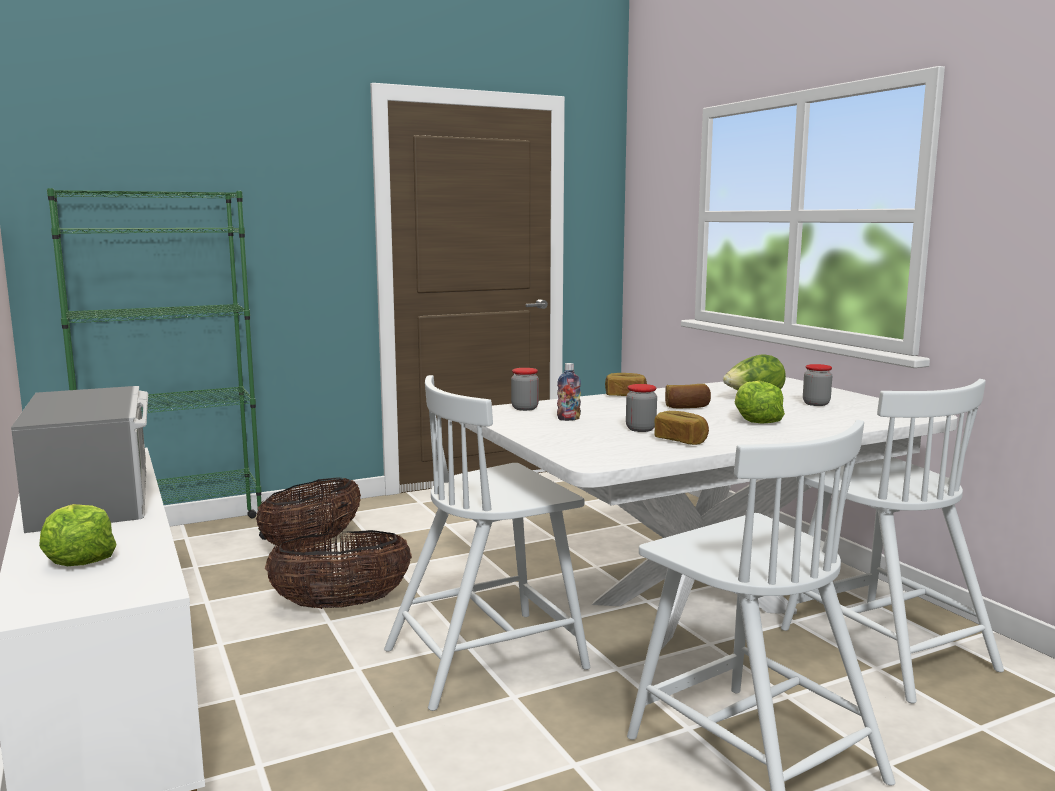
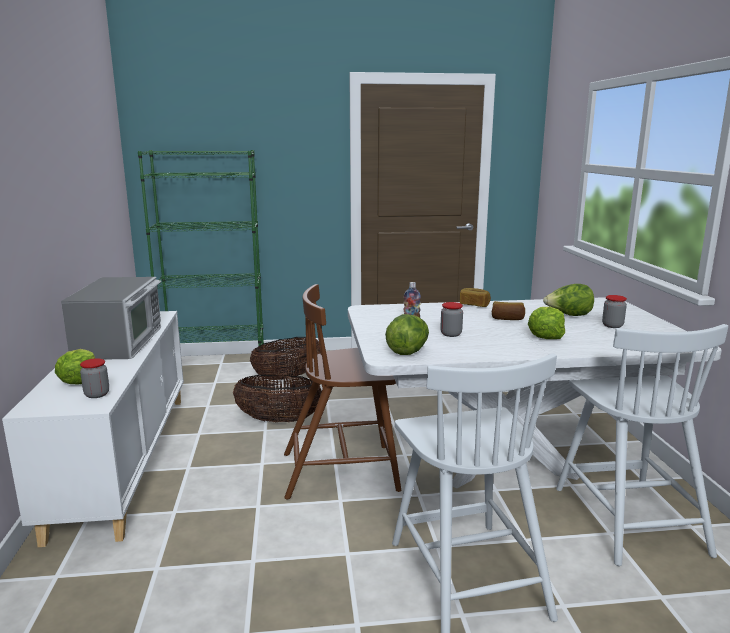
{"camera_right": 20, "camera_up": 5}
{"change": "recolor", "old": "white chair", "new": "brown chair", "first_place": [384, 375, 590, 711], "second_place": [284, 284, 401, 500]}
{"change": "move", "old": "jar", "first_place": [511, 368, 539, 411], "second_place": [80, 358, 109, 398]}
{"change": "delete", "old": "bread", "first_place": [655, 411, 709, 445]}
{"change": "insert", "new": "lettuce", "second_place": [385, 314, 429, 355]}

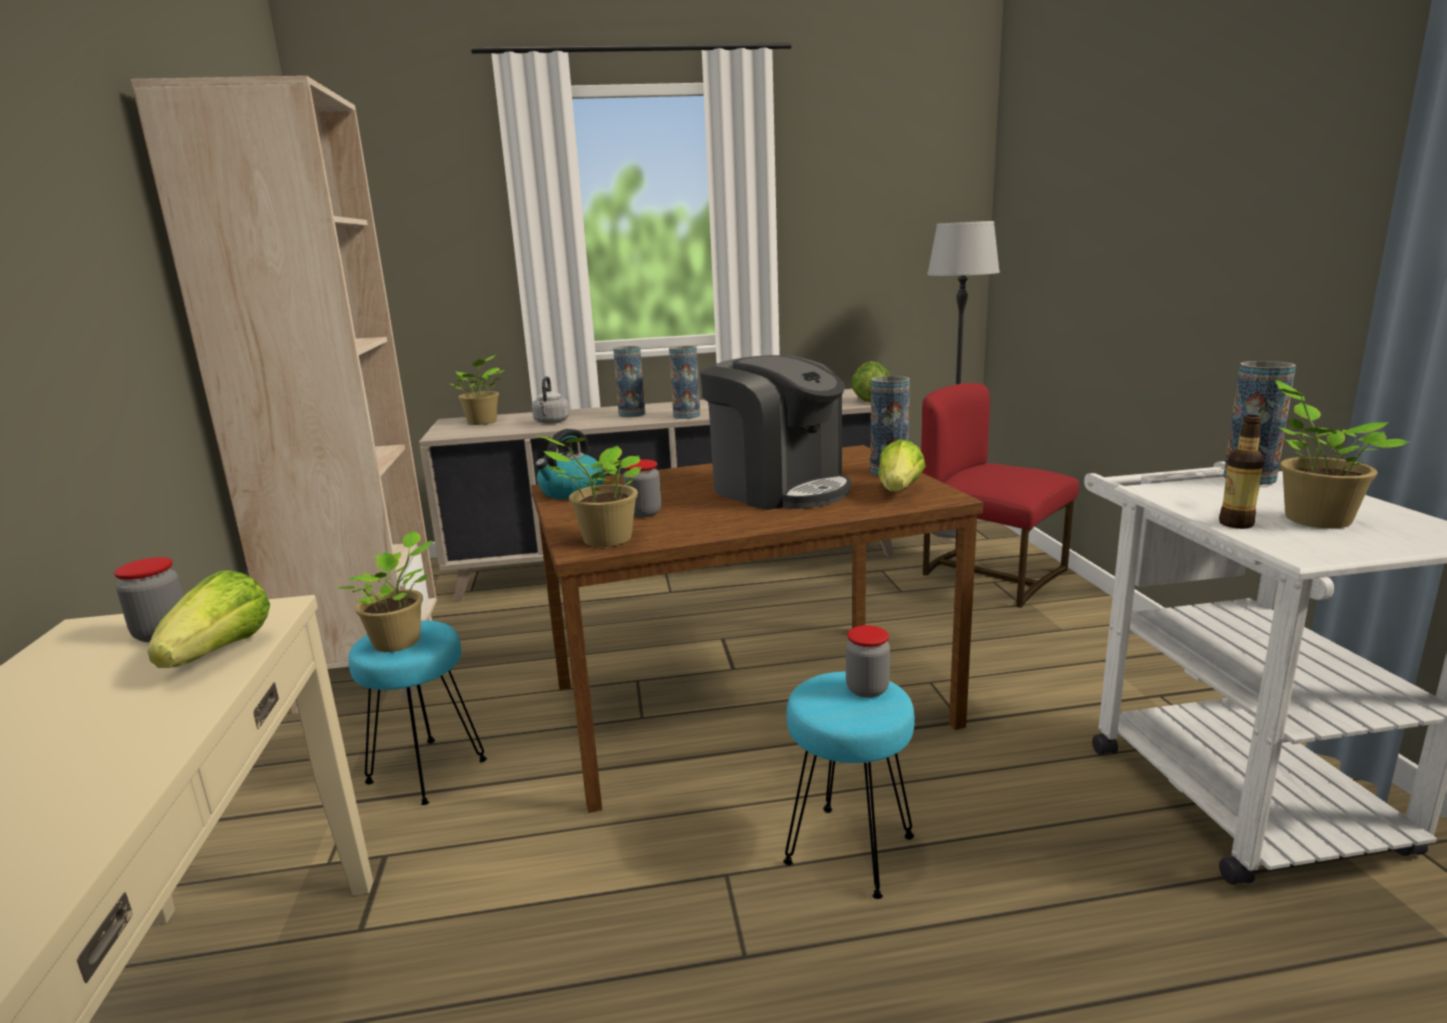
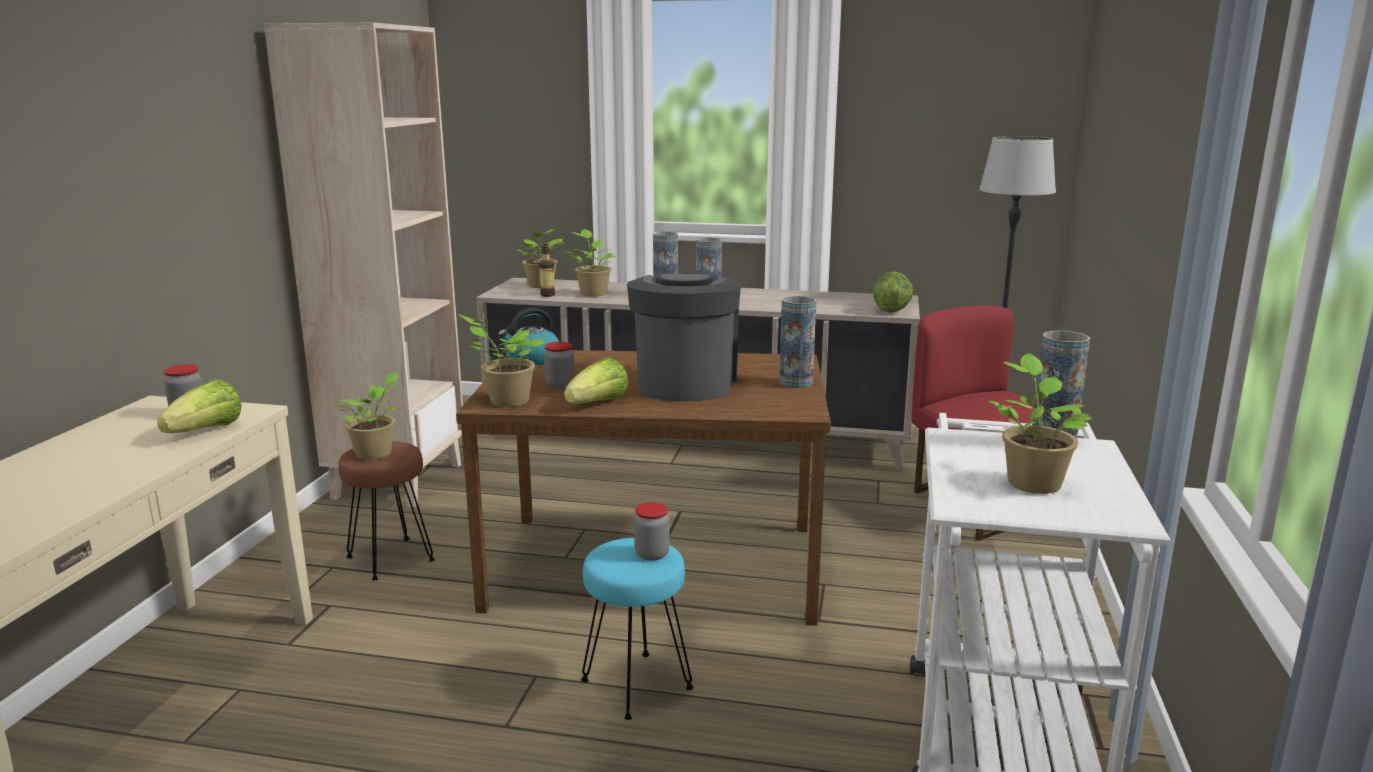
{"camera_right": 20, "camera_up": 0}
{"change": "recolor", "old": "turquoise stool", "new": "brown stool", "first_place": [348, 620, 487, 805], "second_place": [338, 441, 435, 580]}
{"change": "replace", "old": "grey kettle", "new": "potted plant", "first_place": [532, 376, 570, 424], "second_place": [566, 229, 616, 297]}
{"change": "rotate", "old": "coffee machine", "first_place": [700, 355, 851, 510], "second_place": [627, 273, 741, 401], "degrees": -150}
{"change": "move", "old": "lettuce", "first_place": [878, 439, 926, 492], "second_place": [564, 358, 629, 404]}
{"change": "move", "old": "bottle", "first_place": [1219, 415, 1264, 529], "second_place": [539, 244, 555, 297]}

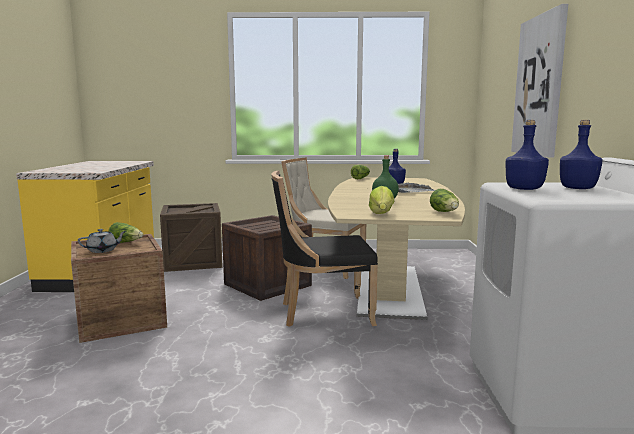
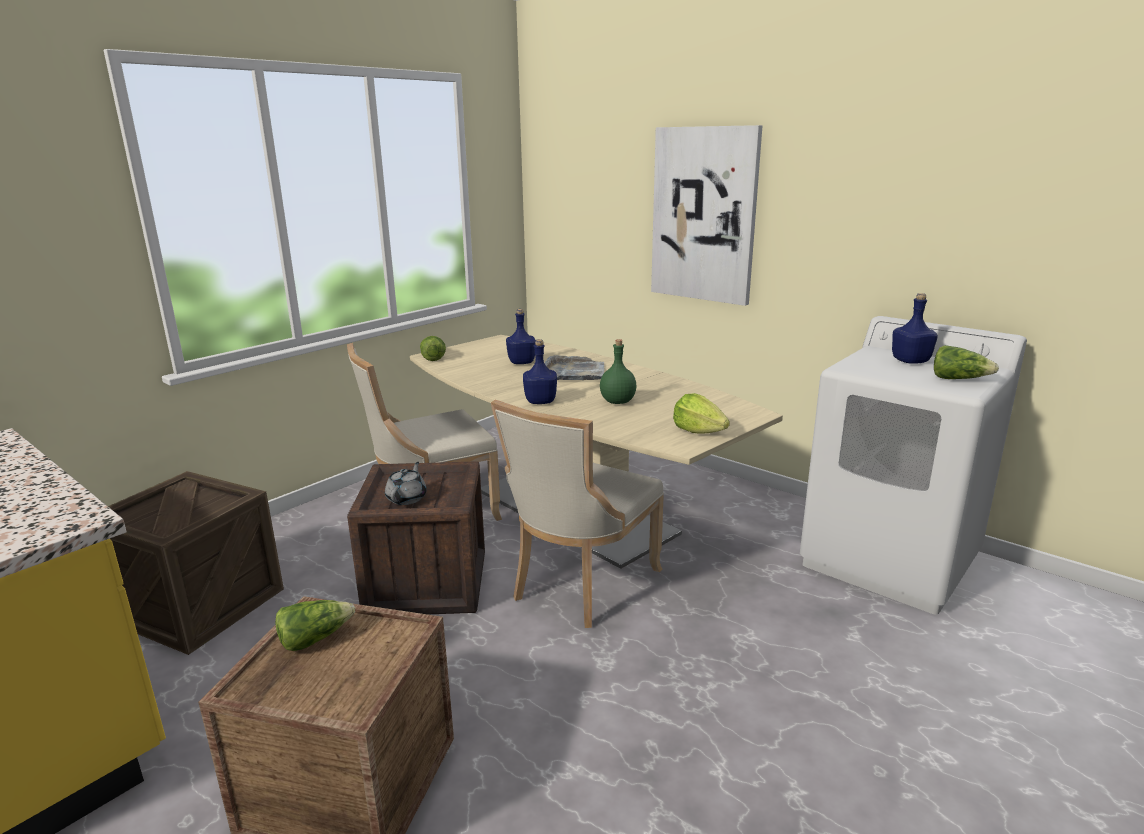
{"camera_right": -50, "camera_up": 10}
{"change": "move", "old": "grey teapot", "first_place": [78, 229, 126, 253], "second_place": [385, 462, 427, 505]}
{"change": "recolor", "old": "black chair", "new": "beige chair", "first_place": [271, 170, 378, 327], "second_place": [491, 400, 664, 628]}
{"change": "move", "old": "lettuce", "first_place": [430, 189, 459, 212], "second_place": [934, 345, 999, 379]}
{"change": "move", "old": "blue bottle", "first_place": [505, 120, 549, 190], "second_place": [523, 339, 557, 404]}

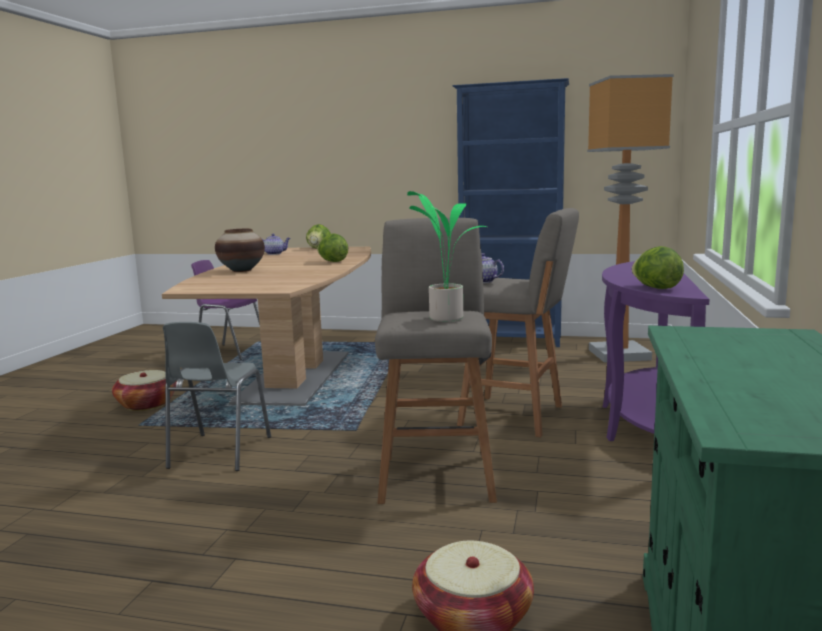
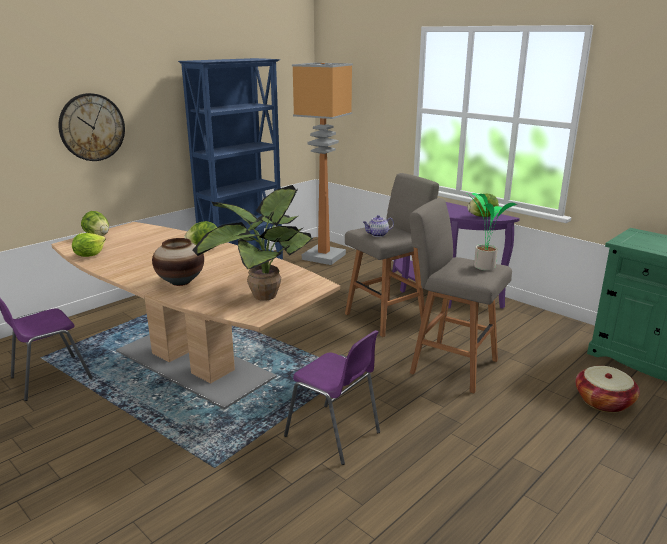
{"camera_right": -60, "camera_up": 10}
{"change": "delete", "old": "basket", "first_place": [112, 370, 177, 411]}
{"change": "recolor", "old": "grey chair", "new": "purple chair", "first_place": [163, 322, 271, 471], "second_place": [284, 330, 380, 465]}
{"change": "replace", "old": "teapot", "new": "lettuce", "first_place": [262, 234, 291, 255], "second_place": [72, 233, 106, 257]}
{"change": "insert", "new": "wall clock", "second_place": [58, 93, 125, 161]}
{"change": "insert", "new": "potted plant", "second_place": [193, 185, 313, 301]}

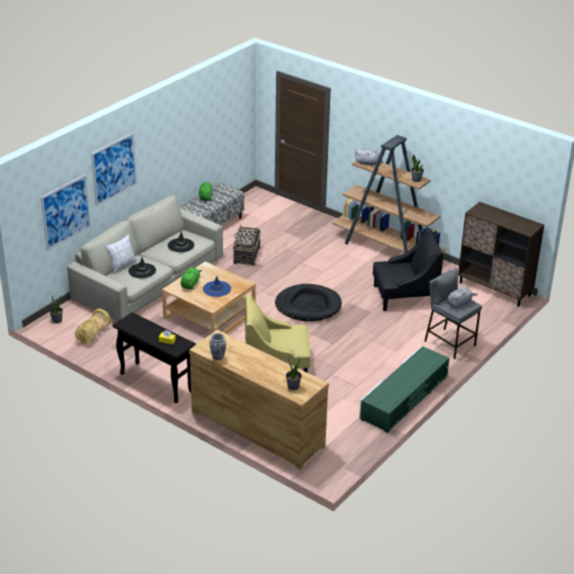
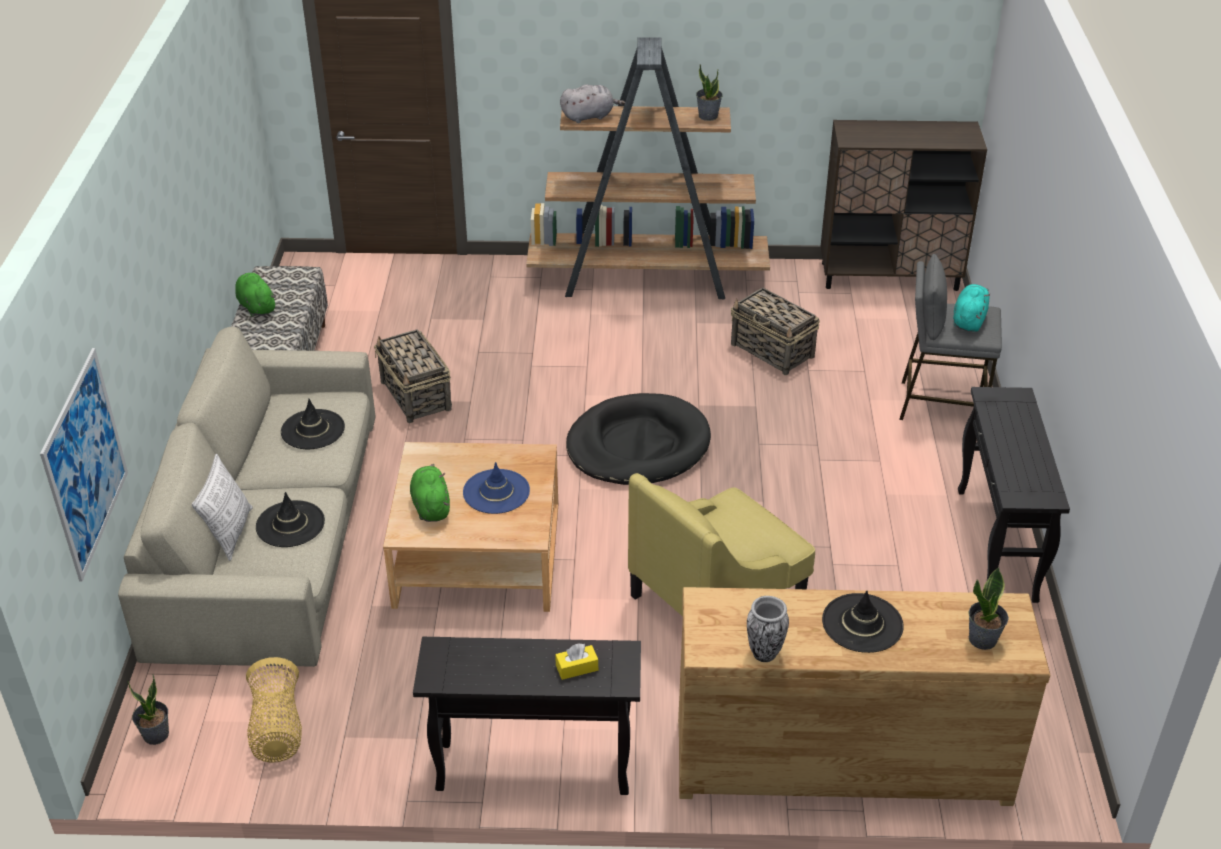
{"camera_right": -35, "camera_up": 5}
{"change": "delete", "old": "picture", "first_place": [91, 132, 137, 207]}
{"change": "replace", "old": "green tv stand", "new": "black console table", "first_place": [359, 346, 449, 433], "second_place": [958, 387, 1070, 603]}
{"change": "replace", "old": "black armchair", "new": "basket", "first_place": [373, 228, 444, 311], "second_place": [731, 288, 820, 375]}
{"change": "recolor", "old": "grey plush toy", "new": "turquoise plush toy", "first_place": [447, 287, 478, 309], "second_place": [953, 284, 990, 332]}
{"change": "insert", "new": "black hat", "second_place": [822, 591, 904, 653]}

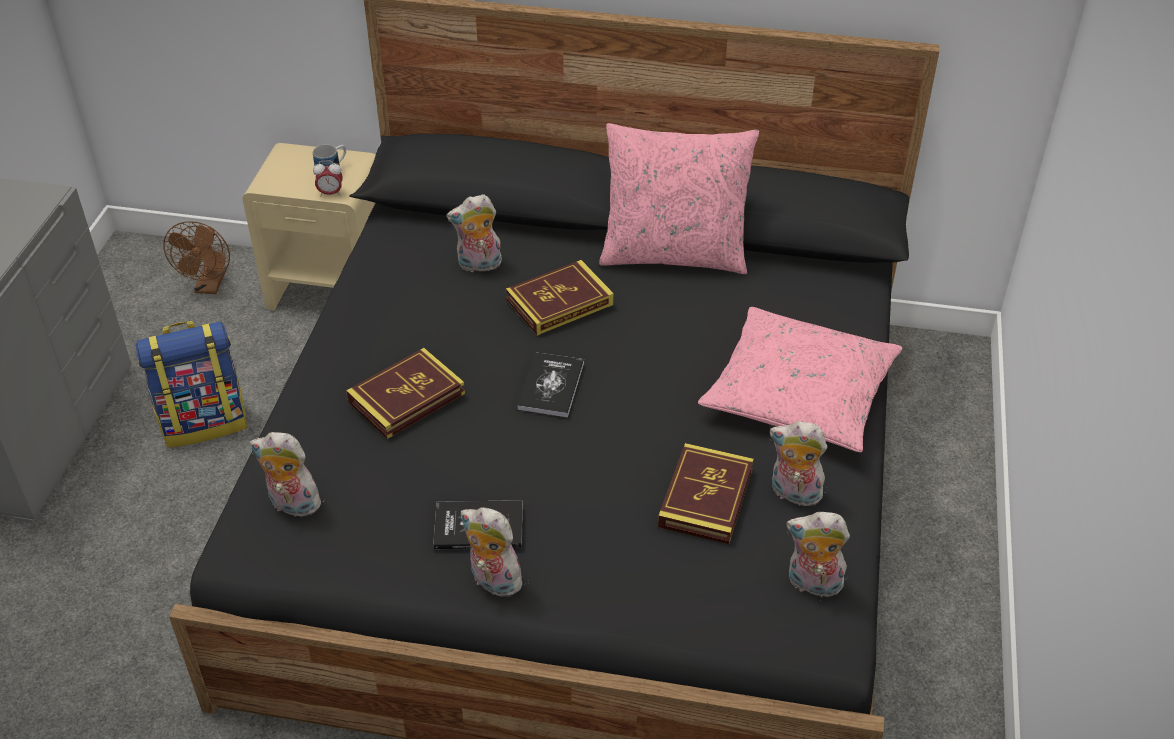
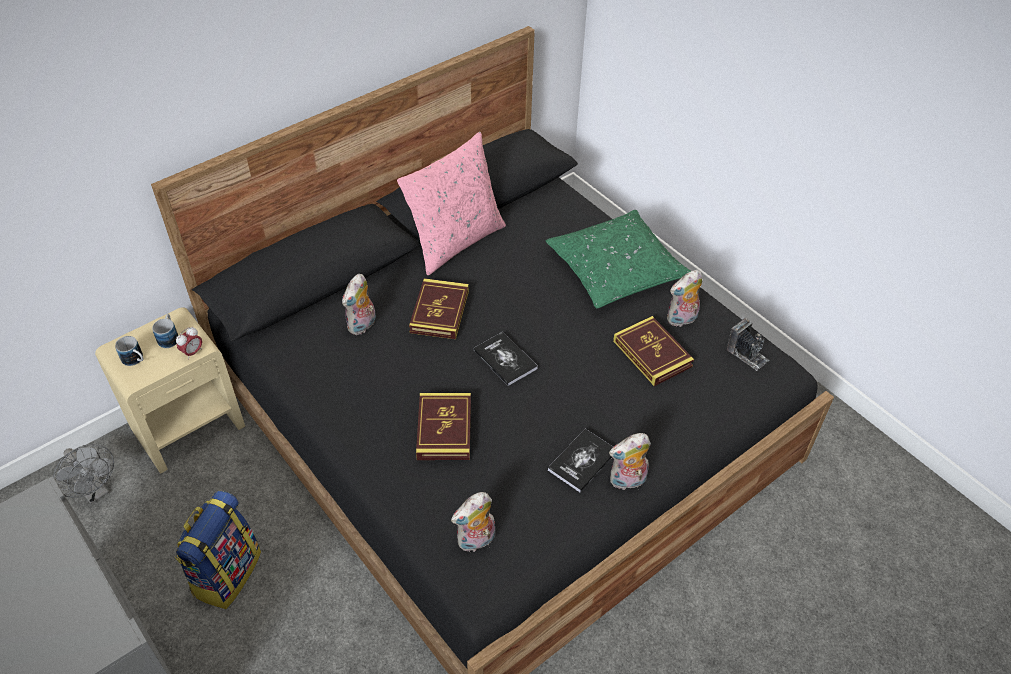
{"camera_right": -50, "camera_up": 5}
{"change": "recolor", "old": "brown fan", "new": "grey fan", "first_place": [163, 221, 230, 294], "second_place": [53, 444, 114, 504]}
{"change": "recolor", "old": "pink pillow", "new": "green pillow", "first_place": [698, 307, 902, 452], "second_place": [545, 210, 691, 308]}
{"change": "replace", "old": "plush toy", "new": "photo camera", "first_place": [787, 512, 850, 597], "second_place": [727, 318, 769, 371]}
{"change": "insert", "new": "mug", "second_place": [115, 336, 144, 366]}

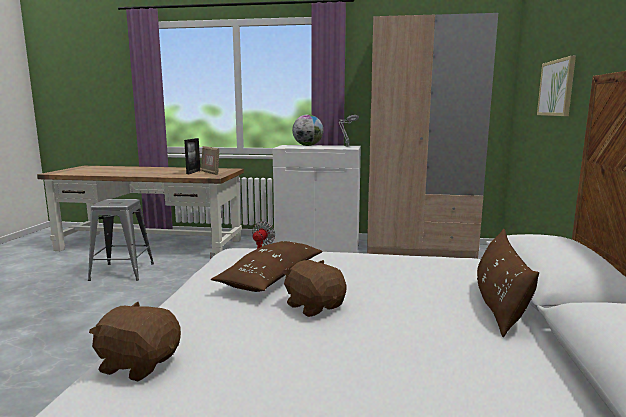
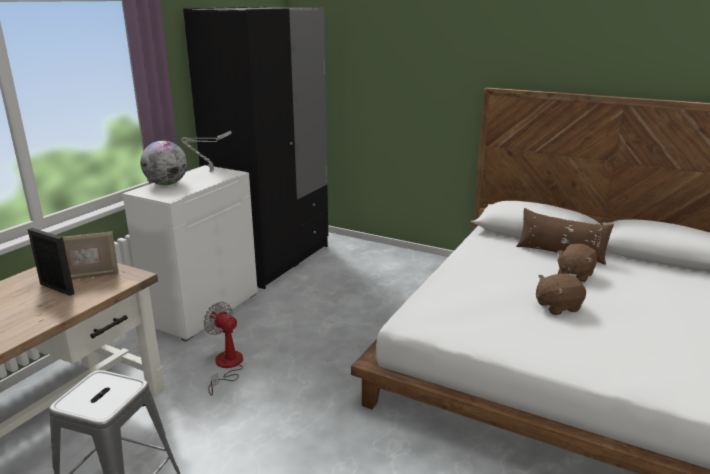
{"camera_right": -70, "camera_up": 10}
{"change": "move", "old": "brown plush toy", "first_place": [89, 302, 181, 382], "second_place": [557, 244, 597, 282]}
{"change": "delete", "old": "brown pillow", "first_place": [211, 241, 323, 292]}
{"change": "recolor", "old": "beige wardrobe", "new": "black wardrobe", "first_place": [367, 13, 498, 259], "second_place": [183, 7, 328, 289]}
{"change": "delete", "old": "picture", "first_place": [537, 56, 576, 116]}

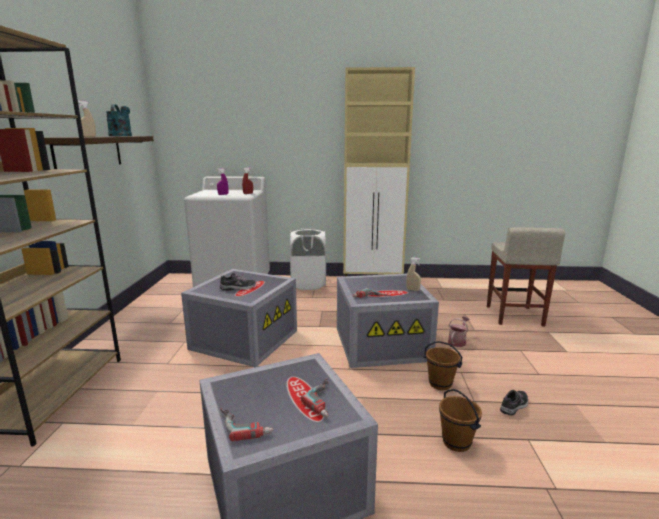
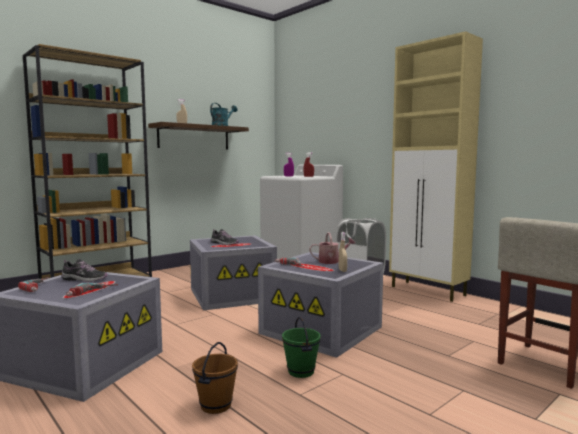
{"camera_right": 45, "camera_up": -10}
{"change": "recolor", "old": "brown bucket", "new": "green bucket", "first_place": [423, 341, 462, 390], "second_place": [282, 317, 321, 378]}
{"change": "move", "old": "watering can", "first_place": [448, 316, 470, 347], "second_place": [309, 232, 355, 264]}
{"change": "move", "old": "shoe", "first_place": [500, 390, 528, 416], "second_place": [61, 259, 108, 282]}

